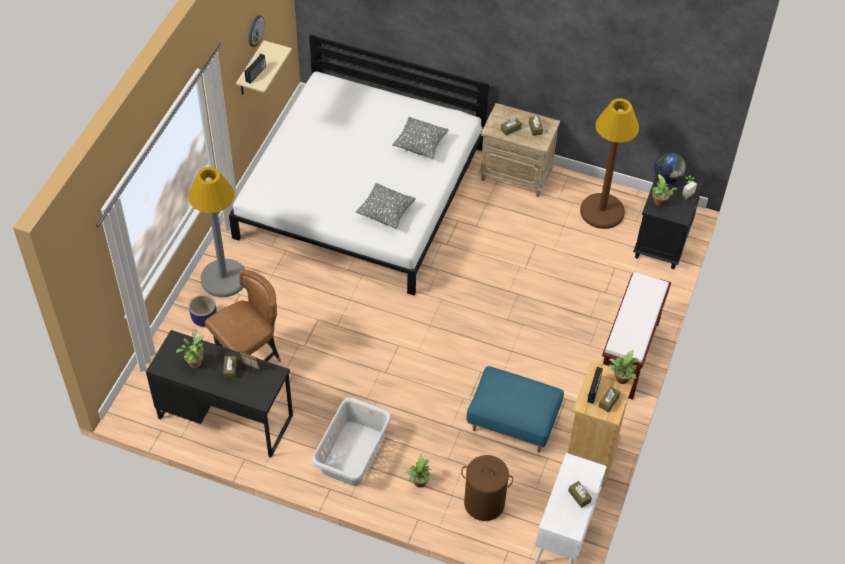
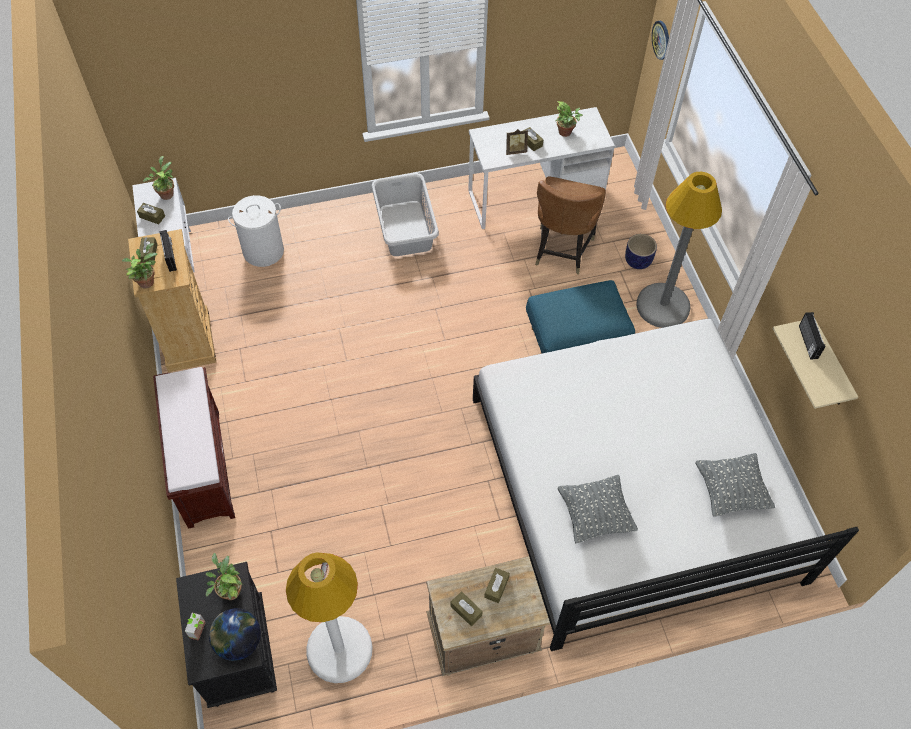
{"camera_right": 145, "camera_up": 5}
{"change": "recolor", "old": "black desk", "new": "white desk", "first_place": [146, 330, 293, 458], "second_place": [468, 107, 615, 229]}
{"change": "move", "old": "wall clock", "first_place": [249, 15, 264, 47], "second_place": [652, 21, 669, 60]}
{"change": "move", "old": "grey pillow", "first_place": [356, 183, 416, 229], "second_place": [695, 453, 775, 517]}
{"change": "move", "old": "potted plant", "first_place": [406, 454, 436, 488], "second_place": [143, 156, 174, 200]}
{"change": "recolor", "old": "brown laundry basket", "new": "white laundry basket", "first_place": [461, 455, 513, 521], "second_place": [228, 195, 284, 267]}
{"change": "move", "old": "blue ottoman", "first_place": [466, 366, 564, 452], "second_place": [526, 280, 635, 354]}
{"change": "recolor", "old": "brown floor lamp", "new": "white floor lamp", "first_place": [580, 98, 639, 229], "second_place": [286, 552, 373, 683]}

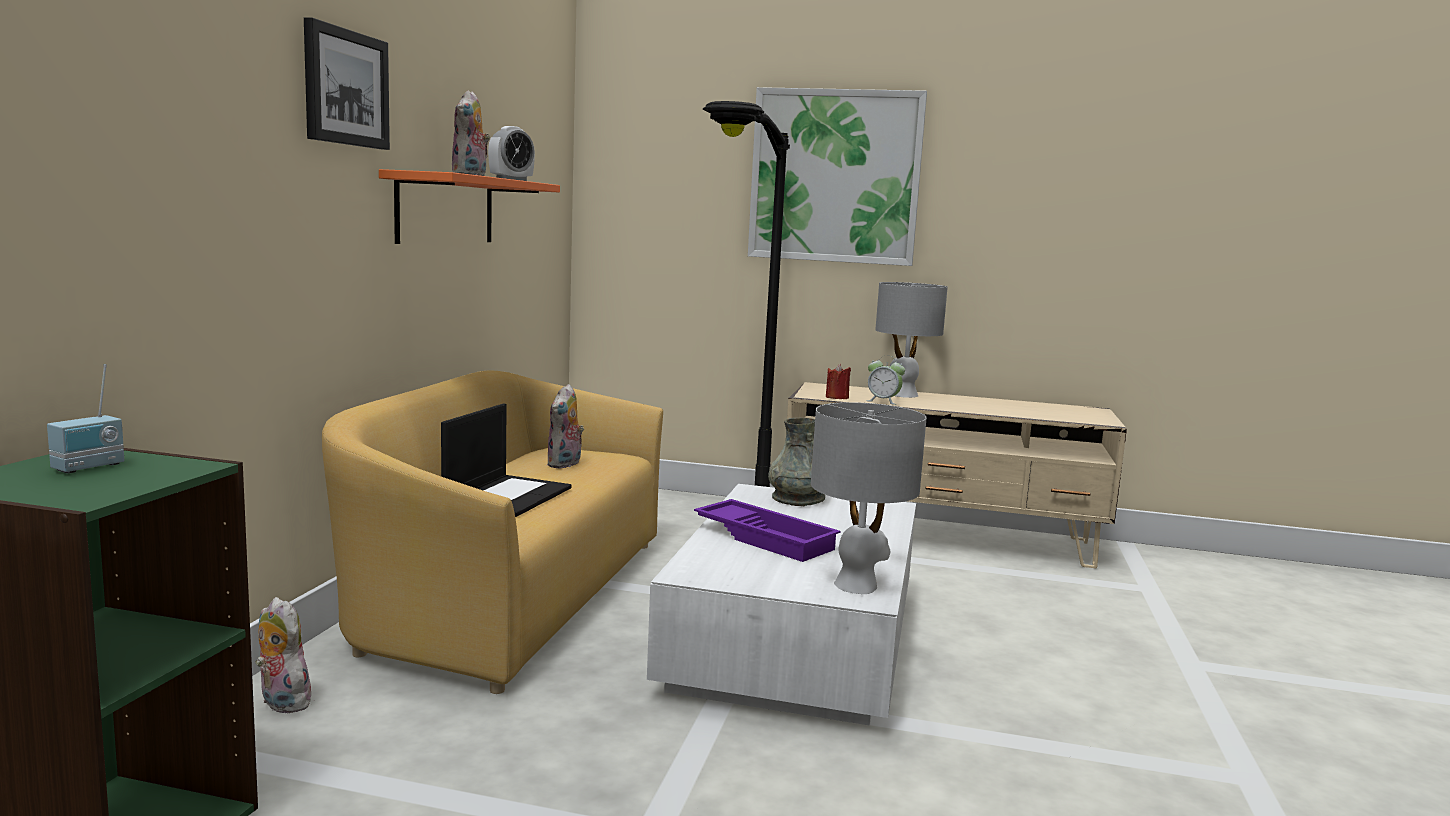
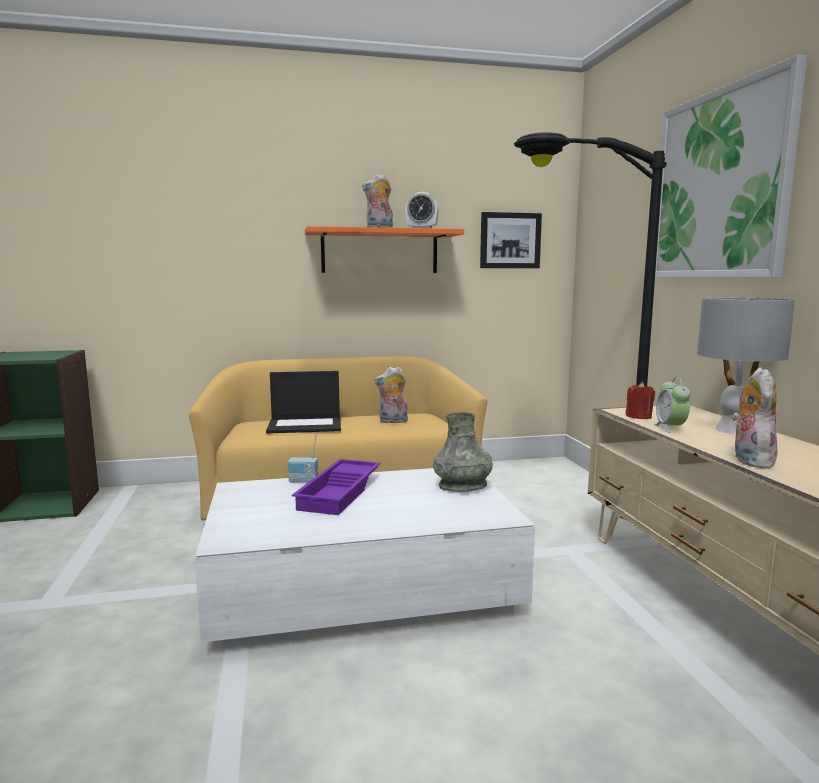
{"camera_right": 65, "camera_up": 0}
{"change": "move", "old": "radio", "first_place": [47, 364, 124, 473], "second_place": [288, 434, 318, 482]}
{"change": "move", "old": "plush toy", "first_place": [255, 597, 311, 713], "second_place": [731, 368, 778, 468]}
{"change": "move", "old": "picture", "first_place": [304, 17, 390, 150], "second_place": [480, 212, 542, 268]}
{"change": "delete", "old": "grey table lamp", "first_place": [811, 402, 927, 594]}

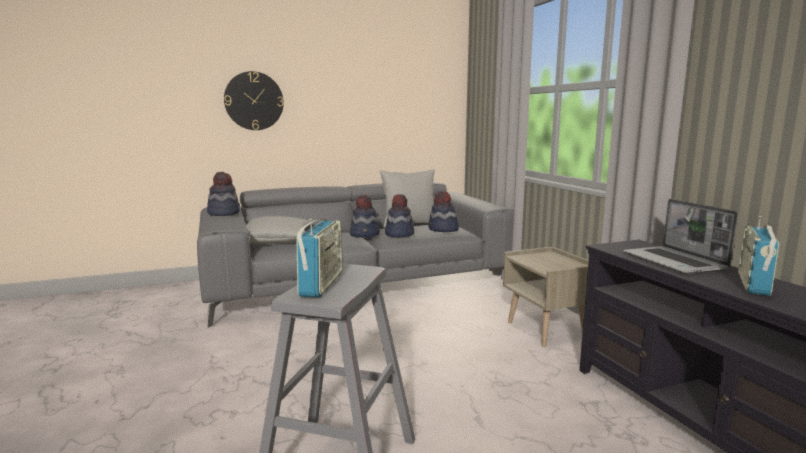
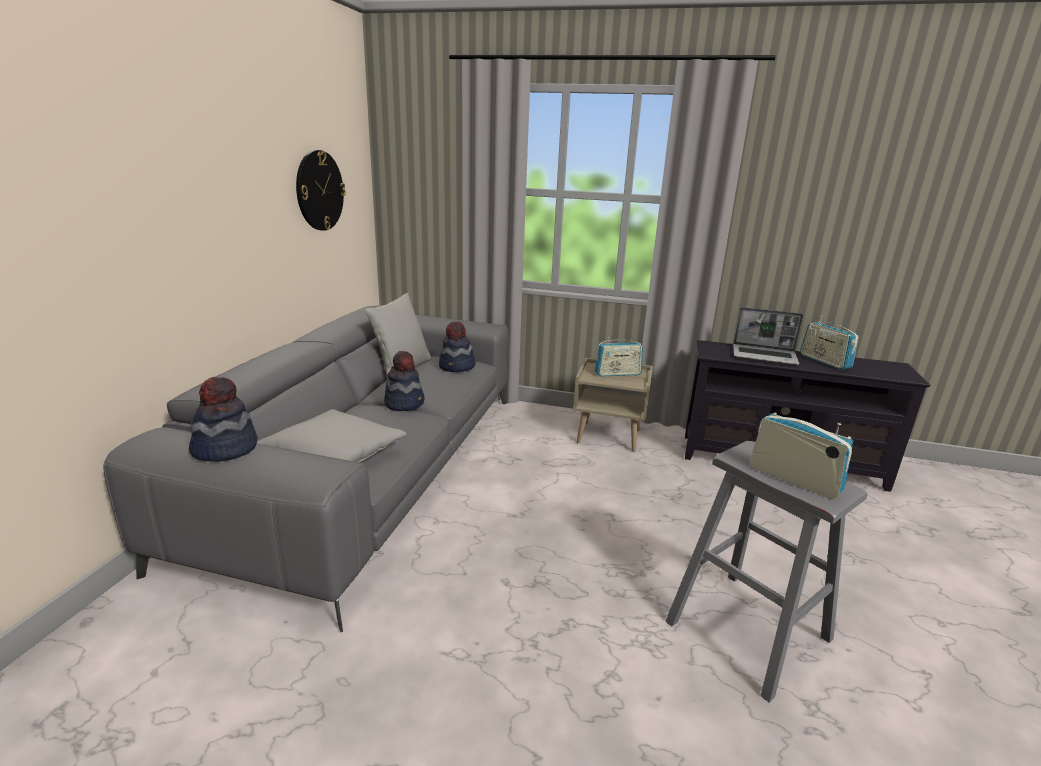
{"camera_right": -55, "camera_up": 10}
{"change": "move", "old": "wall clock", "first_place": [224, 71, 284, 130], "second_place": [296, 150, 346, 231]}
{"change": "delete", "old": "hat", "first_place": [385, 194, 414, 237]}
{"change": "insert", "new": "radio", "second_place": [595, 337, 643, 377]}

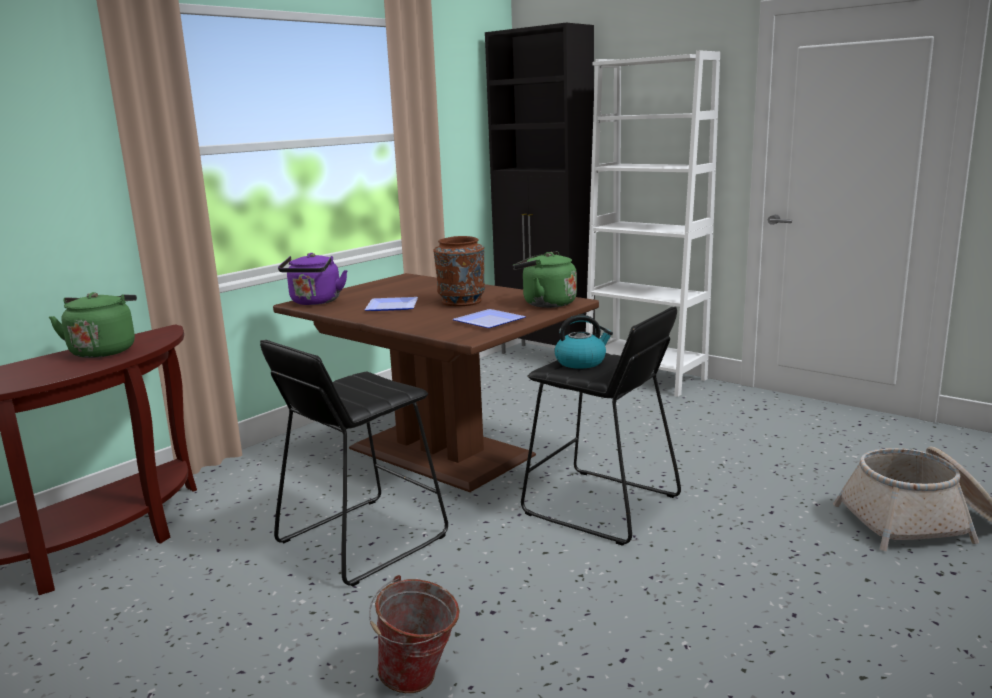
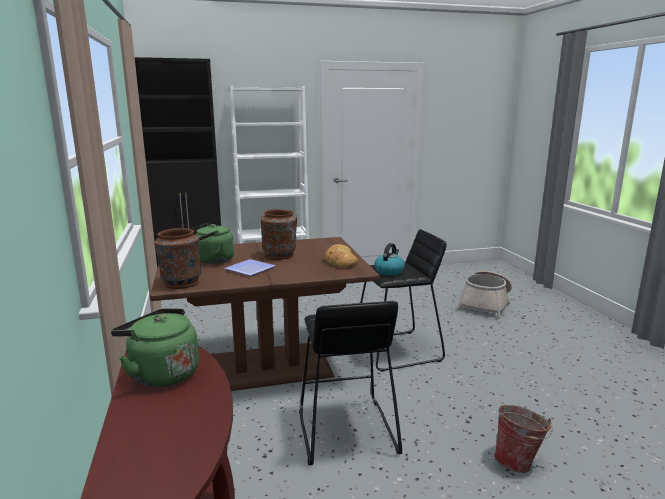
{"camera_right": -55, "camera_up": 0}
{"change": "replace", "old": "purple kettle", "new": "brown vase", "first_place": [278, 253, 348, 305], "second_place": [154, 228, 202, 289]}
{"change": "replace", "old": "plate", "new": "bread", "first_place": [453, 309, 526, 328], "second_place": [324, 244, 358, 268]}
{"change": "move", "old": "green kettle", "first_place": [513, 251, 577, 308], "second_place": [191, 223, 234, 264]}

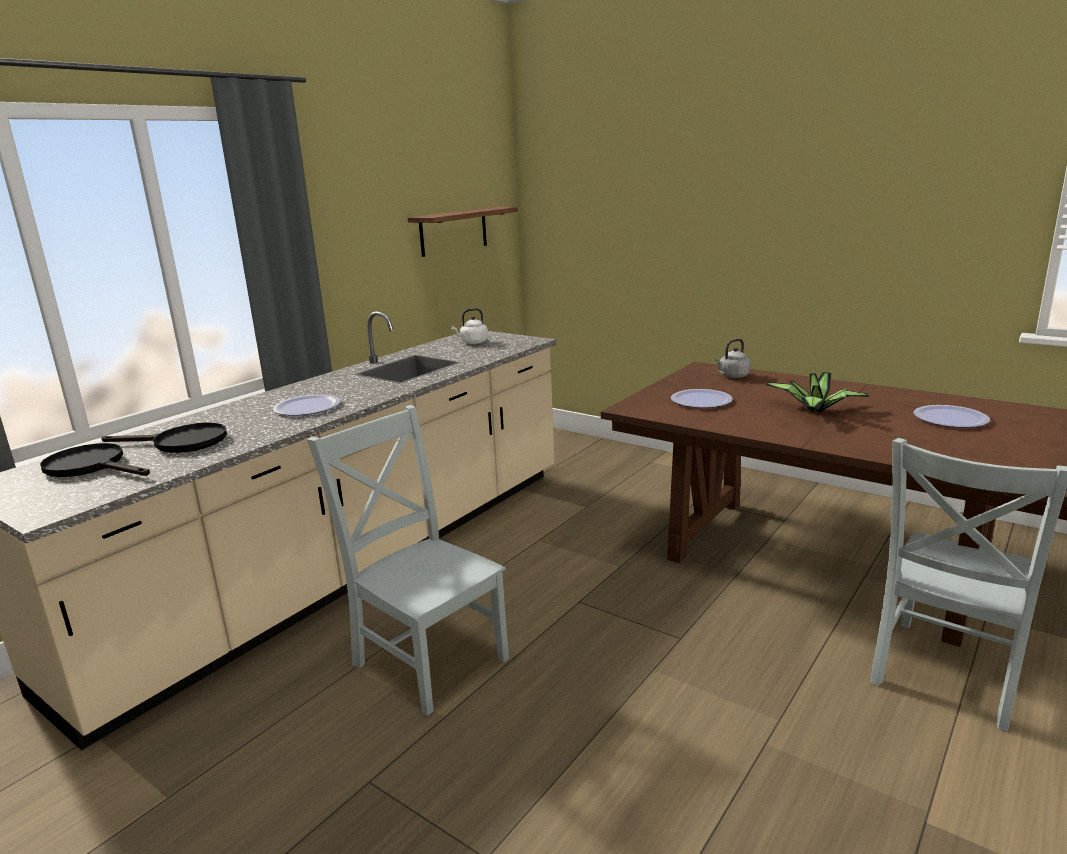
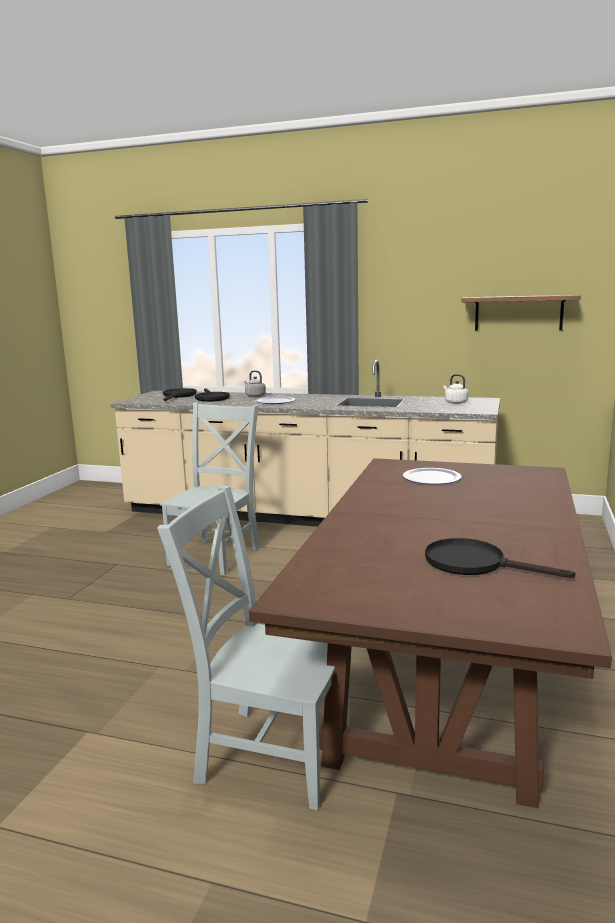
{"camera_right": 70, "camera_up": -5}
{"change": "move", "old": "grey kettle", "first_place": [715, 339, 751, 378], "second_place": [244, 371, 266, 397]}
{"change": "delete", "old": "potted plant", "first_place": [766, 372, 870, 413]}
{"change": "replace", "old": "plate", "new": "black frying pan", "first_place": [913, 405, 990, 428], "second_place": [425, 538, 575, 578]}

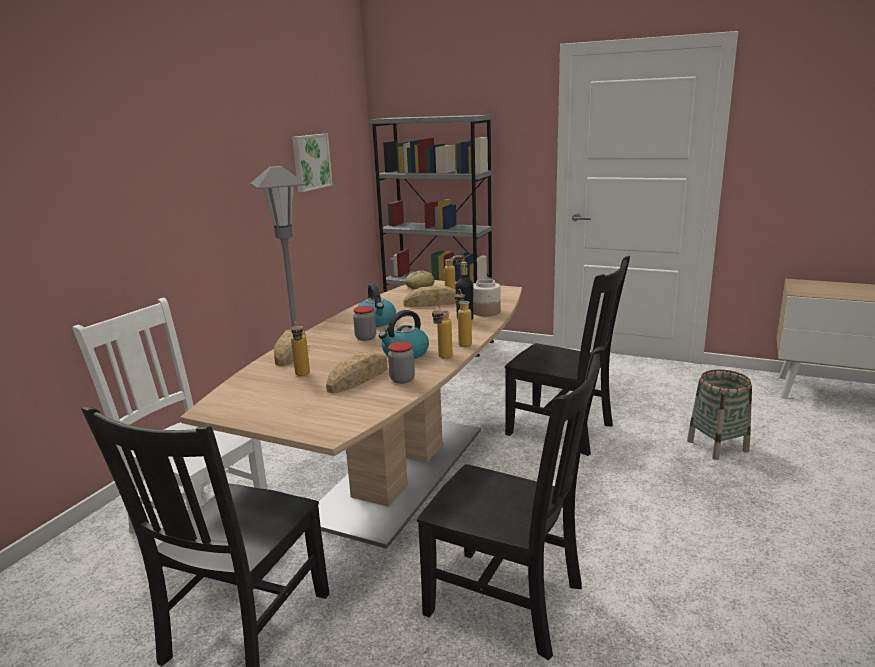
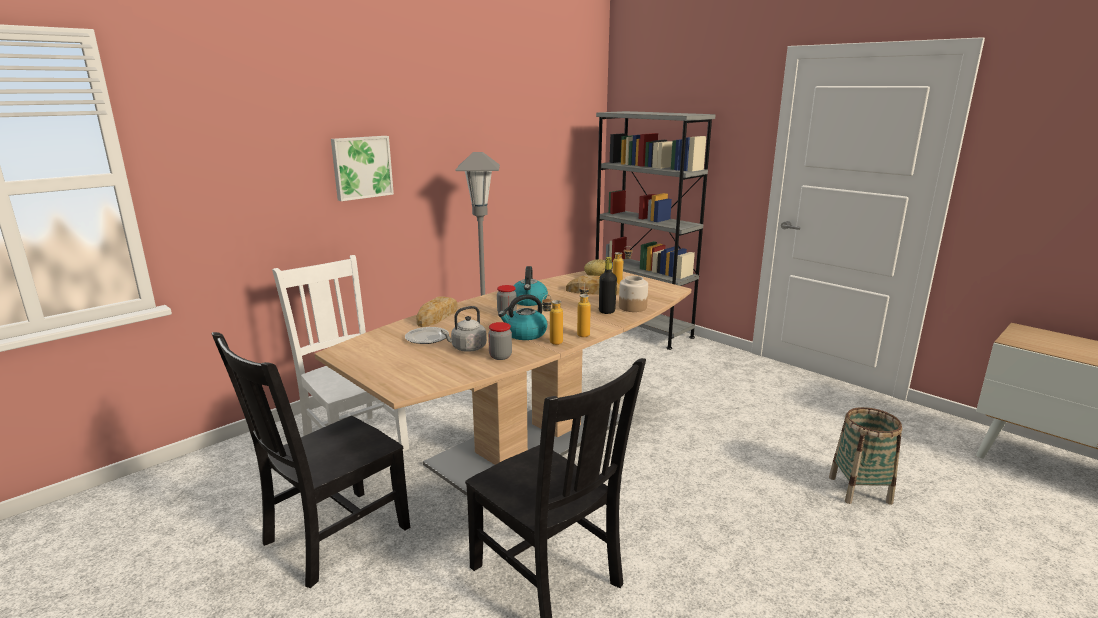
{"camera_right": 20, "camera_up": 0}
{"change": "replace", "old": "bottle", "new": "plate", "first_place": [291, 321, 310, 376], "second_place": [405, 327, 449, 344]}
{"change": "move", "old": "picture", "first_place": [292, 134, 333, 192], "second_place": [331, 136, 394, 201]}
{"change": "replace", "old": "bread", "new": "grey kettle", "first_place": [326, 351, 388, 393], "second_place": [441, 306, 487, 352]}
{"change": "delete", "old": "black chair", "first_place": [505, 256, 630, 456]}

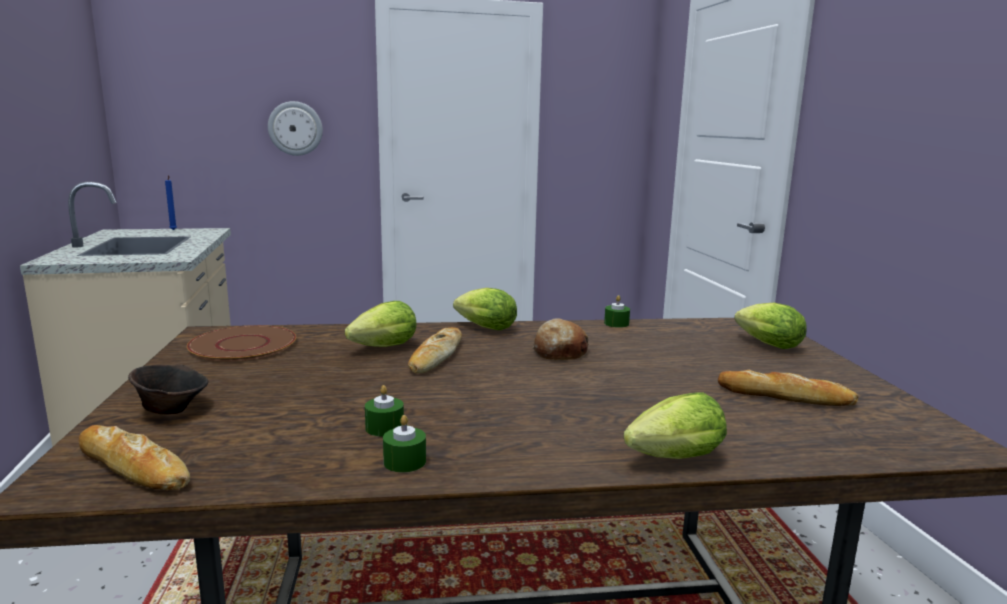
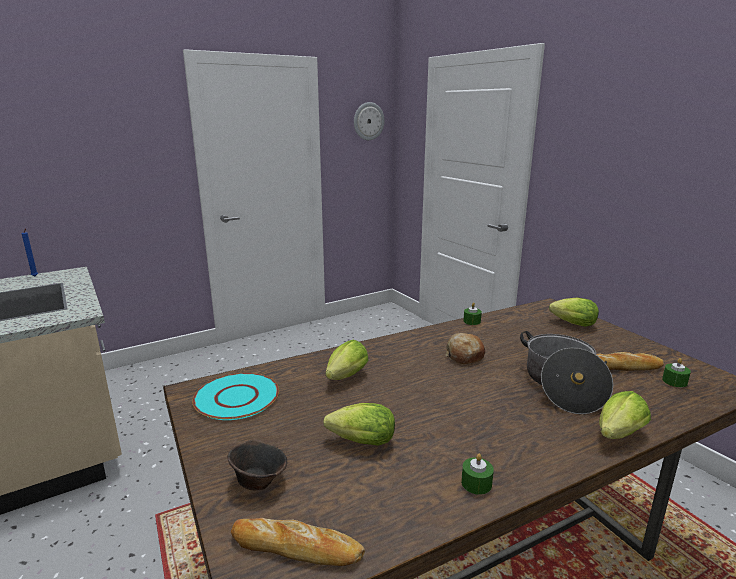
{"camera_right": -20, "camera_up": 5}
{"change": "recolor", "old": "brown plate", "new": "turquoise plate", "first_place": [187, 325, 296, 362], "second_place": [192, 373, 279, 420]}
{"change": "move", "old": "wall clock", "first_place": [268, 101, 323, 156], "second_place": [354, 102, 385, 140]}
{"change": "move", "old": "green candle", "first_place": [365, 385, 404, 437], "second_place": [662, 358, 691, 387]}
{"change": "delete", "old": "bread", "first_place": [408, 327, 462, 373]}
{"change": "move", "old": "lettuce", "first_place": [453, 288, 517, 330], "second_place": [323, 403, 395, 446]}
{"change": "insert", "new": "cooking pot", "second_place": [520, 331, 613, 414]}

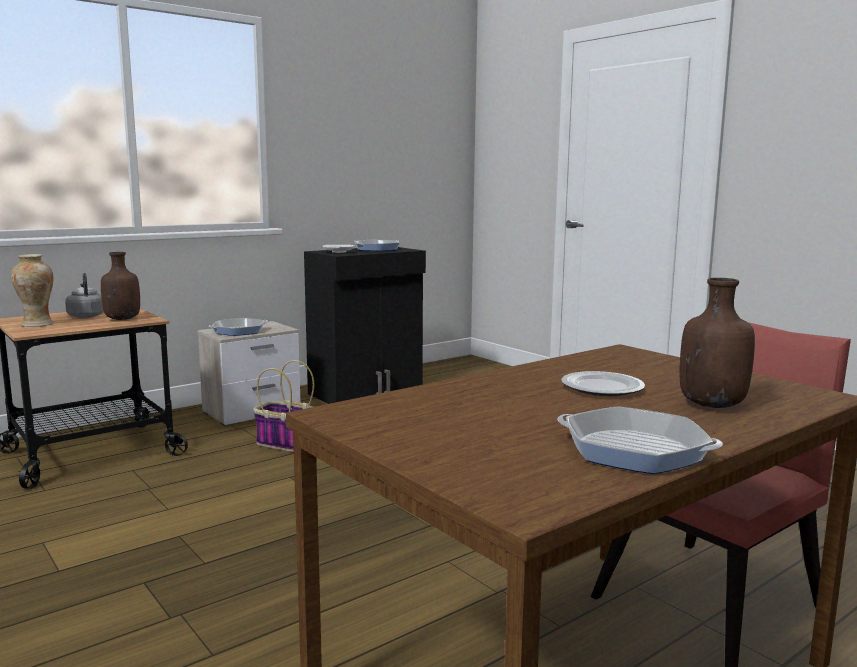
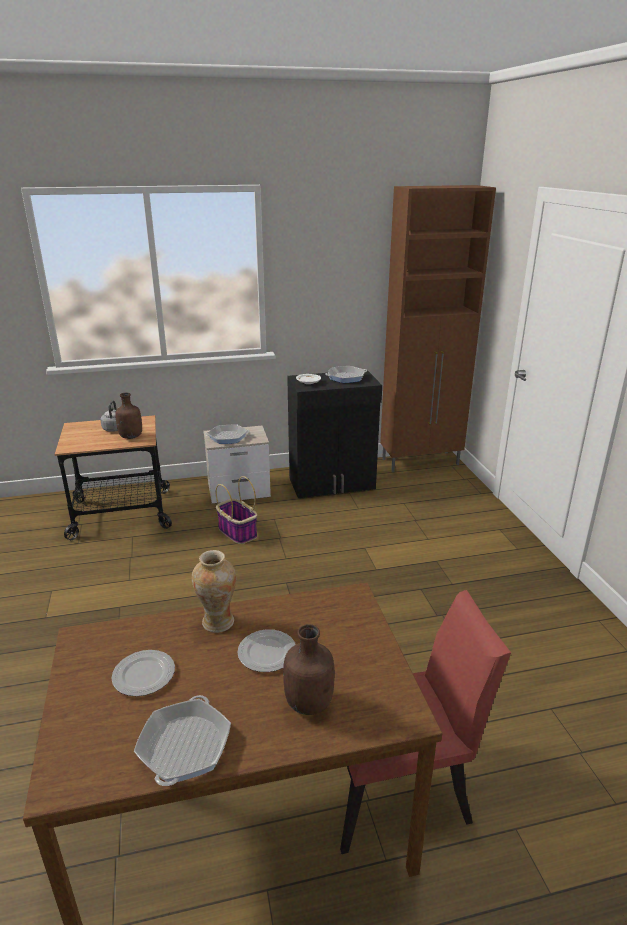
{"camera_right": 25, "camera_up": 15}
{"change": "move", "old": "vase", "first_place": [11, 254, 53, 327], "second_place": [192, 550, 236, 633]}
{"change": "rotate", "old": "frying pan", "first_place": [557, 406, 723, 474], "second_place": [134, 695, 231, 786], "degrees": 45}
{"change": "insert", "new": "plate", "second_place": [111, 650, 175, 697]}
{"change": "insert", "new": "brown cabinet", "second_place": [380, 185, 496, 472]}

